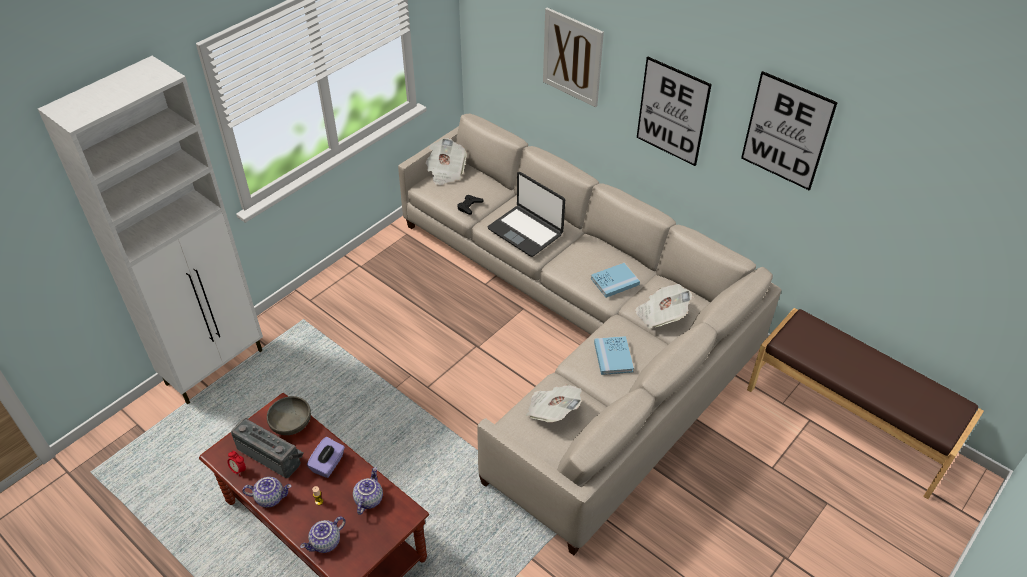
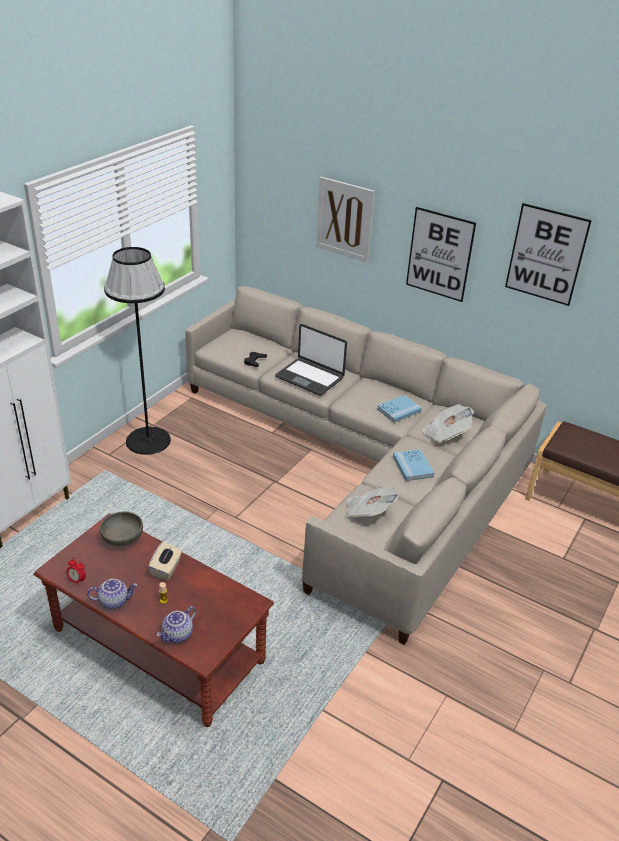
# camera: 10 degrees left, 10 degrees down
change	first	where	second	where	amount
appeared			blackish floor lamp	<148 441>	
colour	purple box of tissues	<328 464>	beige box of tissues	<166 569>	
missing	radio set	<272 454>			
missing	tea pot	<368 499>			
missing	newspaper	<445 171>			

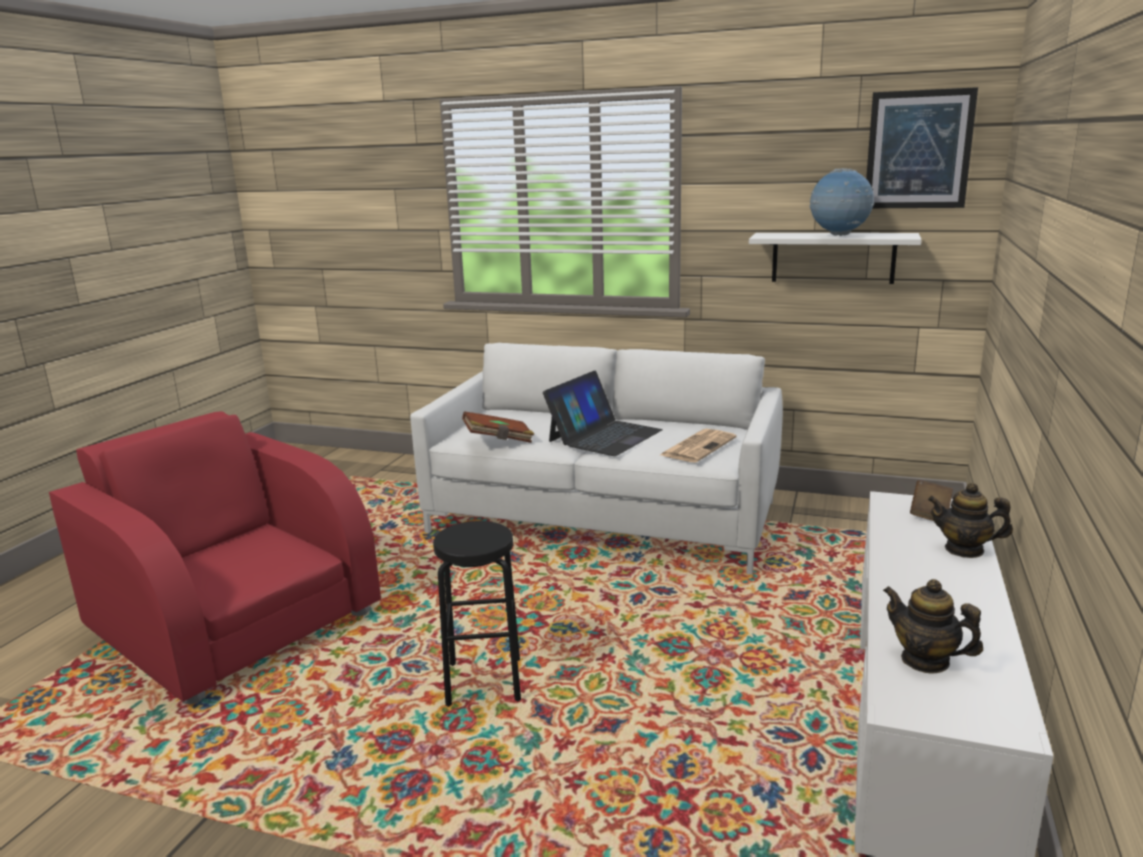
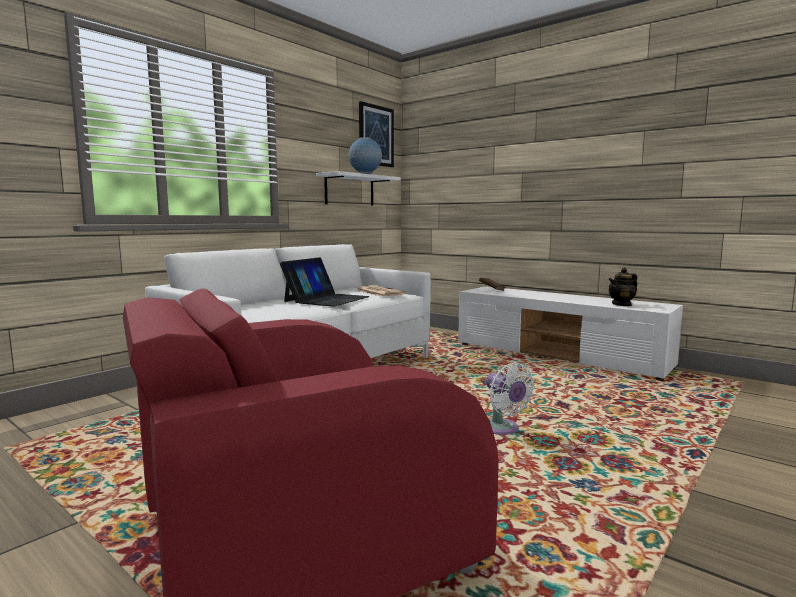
# camera: 70 degrees left, 10 degrees down
change	first	where	second	where	amount
spun	laptop	<604 435>		<326 299>	60 degrees clockwise
exchanged	blackish sitting stool	<484 683>	white-coloured cooling fan	<502 430>	
missing	brown book	<499 440>			
missing	tea pot	<964 549>			

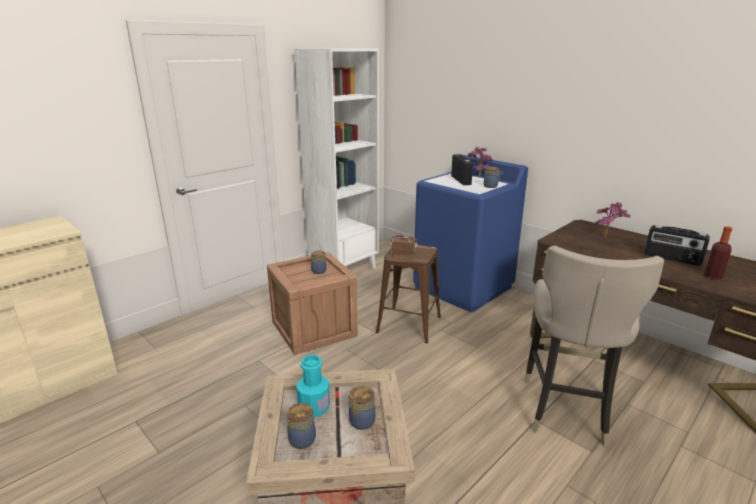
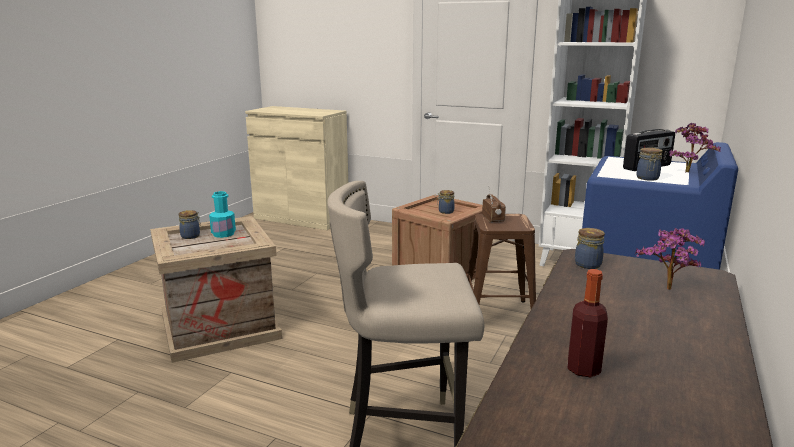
# camera: 70 degrees right, 5 degrees down
change	first	where	second	where	amount
relocated	storage jar	<361 421>		<588 264>	
missing	radio set	<672 259>			

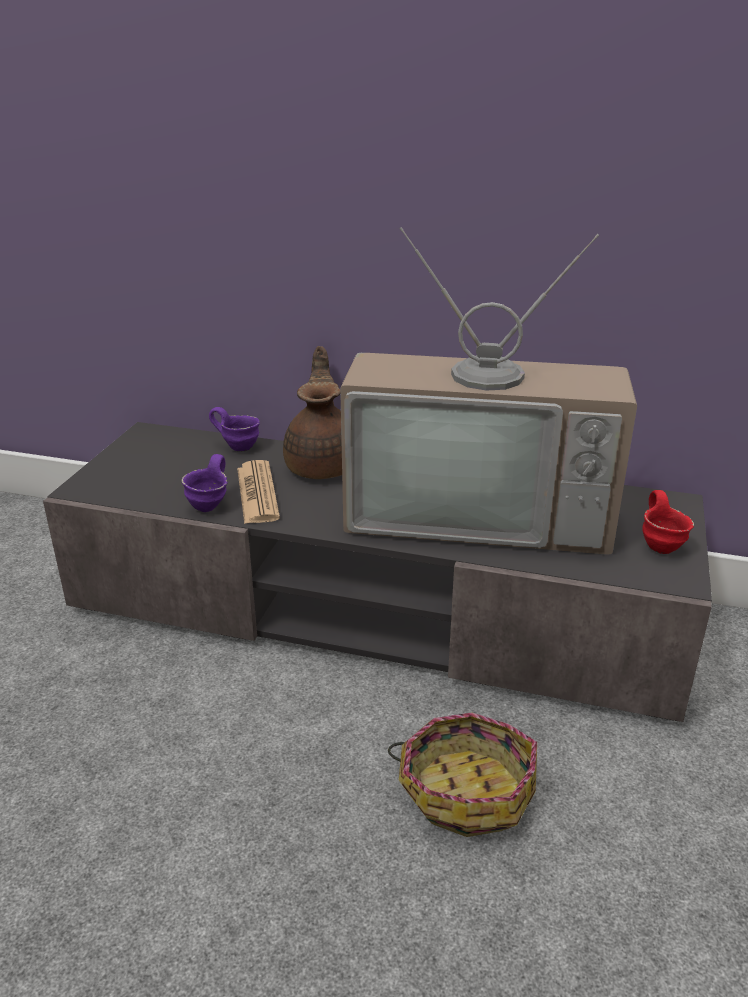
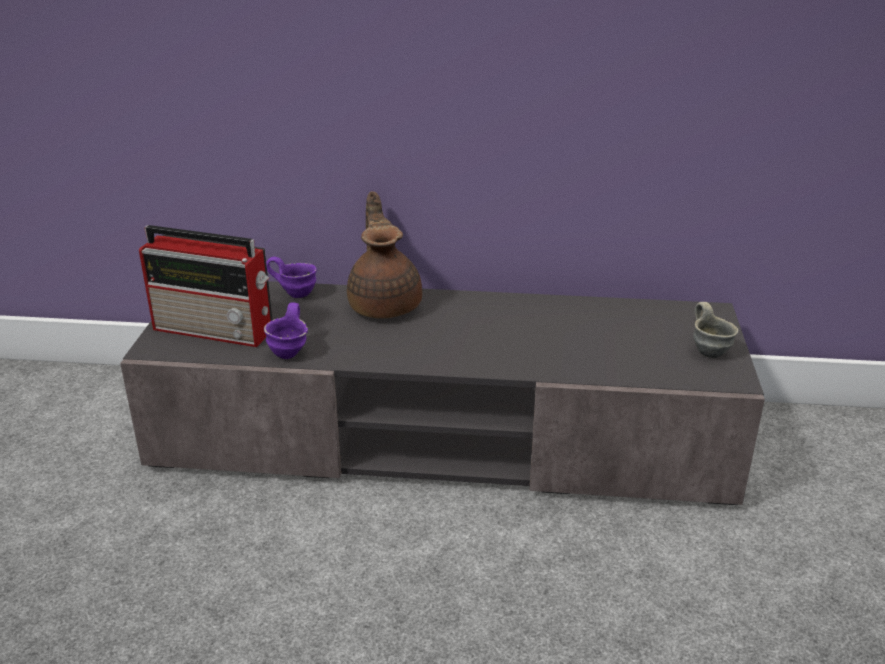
# camera: 10 degrees left, 0 degrees up
change	first	where	second	where	amount
appeared			radio set	<216 329>	
colour	reddish tea mug	<662 545>	gray tea mug	<710 351>	
missing	newspaper	<257 493>			
missing	television	<480 511>			
missing	basket	<465 789>			

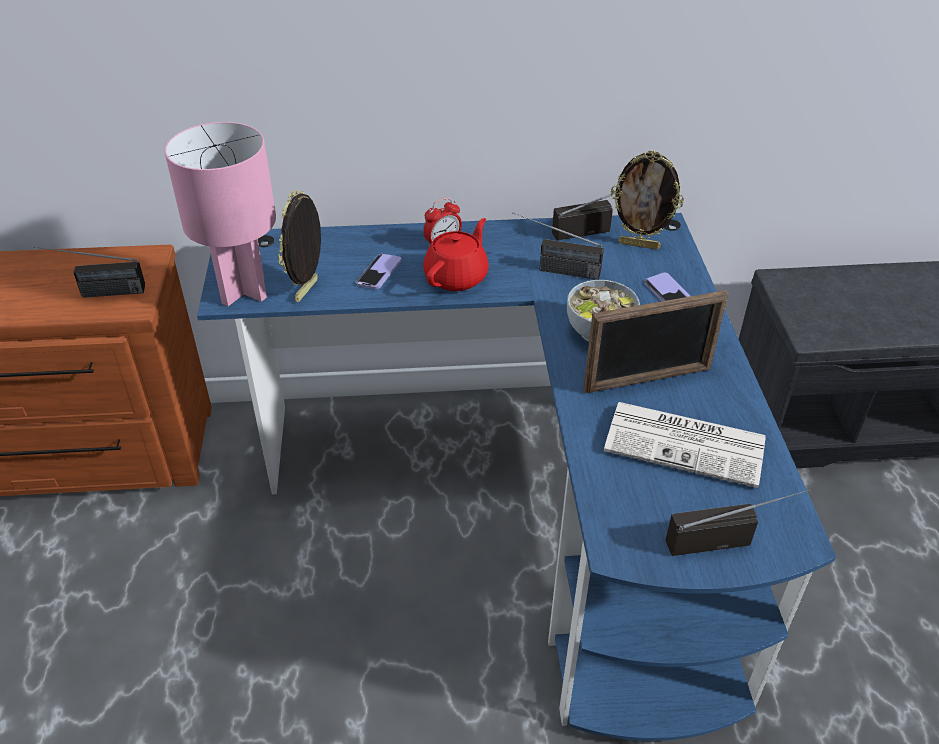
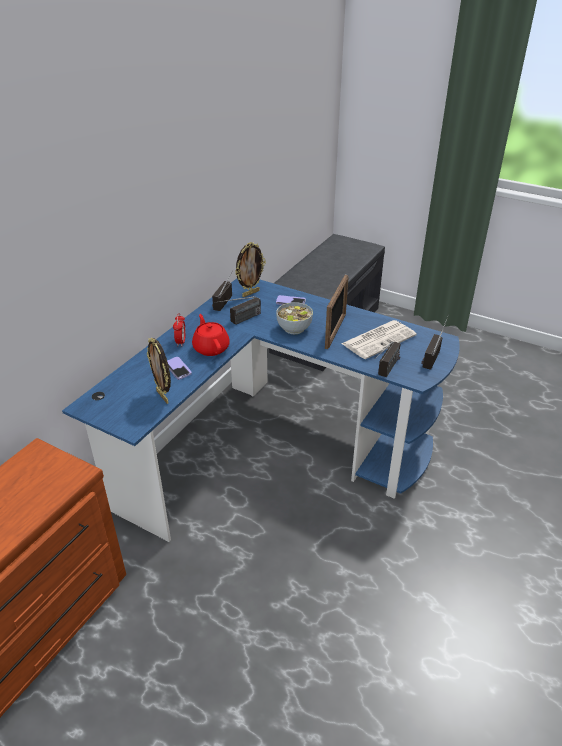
# camera: 55 degrees left, 5 degrees down
change	first	where	second	where	amount
relocated	radio set	<96 293>		<386 372>	
missing	pink table lamp	<243 290>			

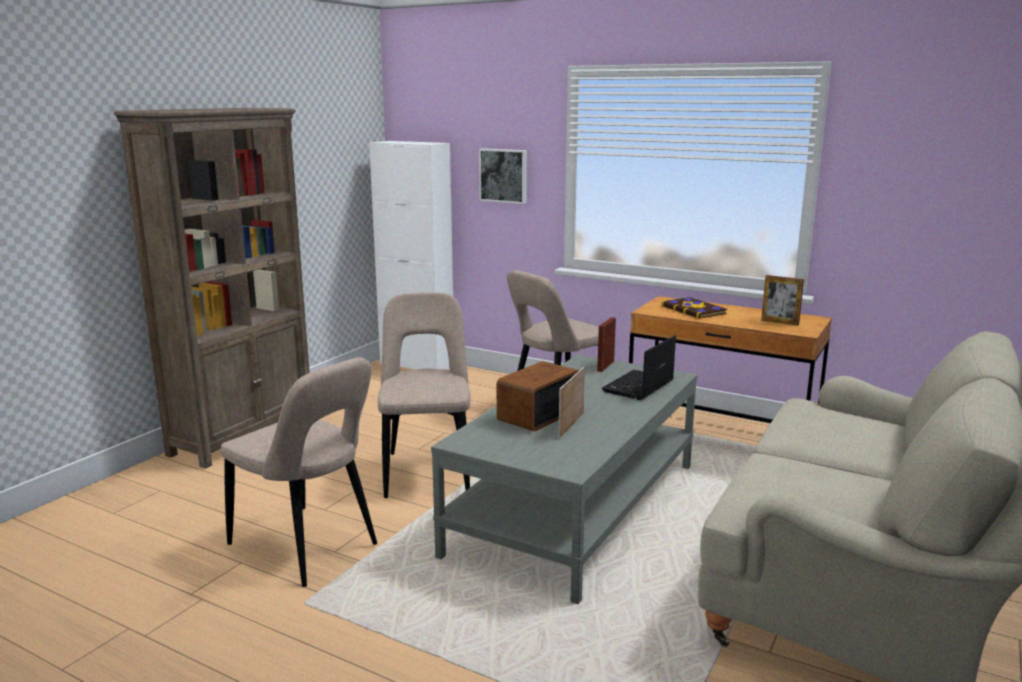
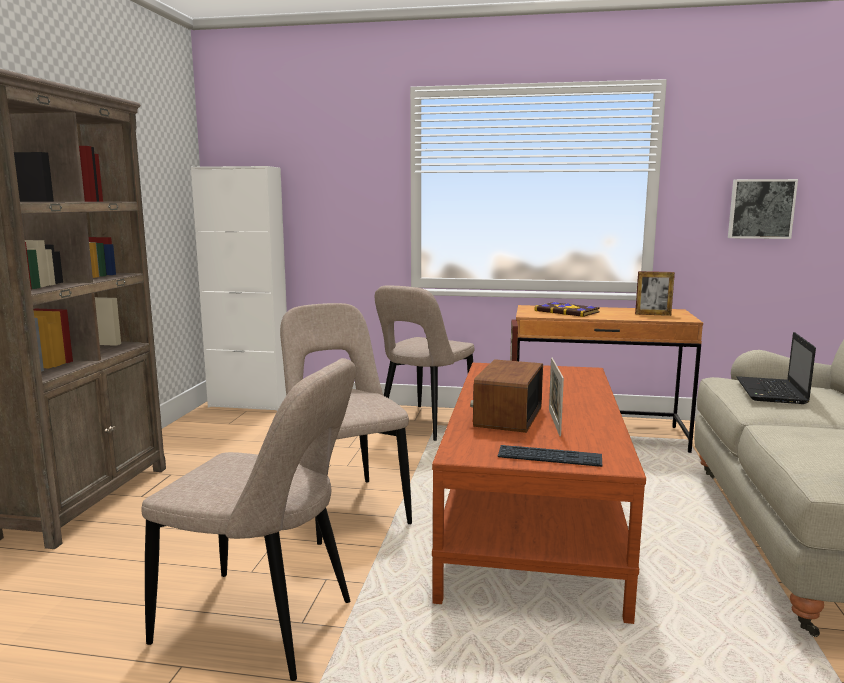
# camera: 20 degrees left, 5 degrees down
change	first	where	second	where	amount
colour	gray lounge table	<576 508>	brown lounge table	<532 519>	
appeared			PC keyboard	<549 458>	
relocated	wall art	<504 175>		<761 209>	
relocated	laptop	<638 387>		<772 392>	

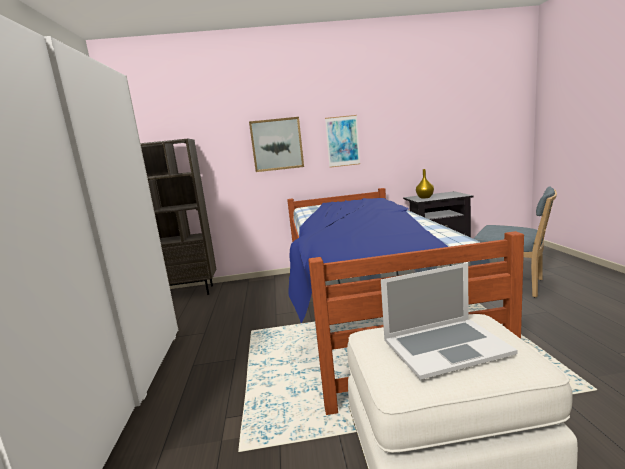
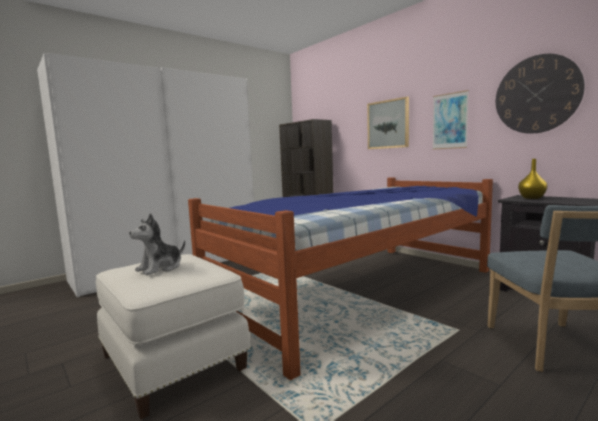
# camera: 55 degrees right, 5 degrees down
change	first	where	second	where	amount
exchanged	laptop	<445 346>	plush toy	<160 268>	
appeared			clock on the wall	<536 94>	

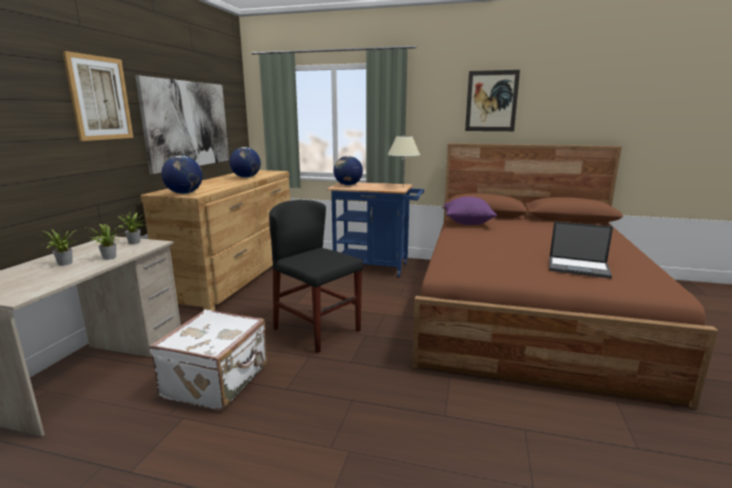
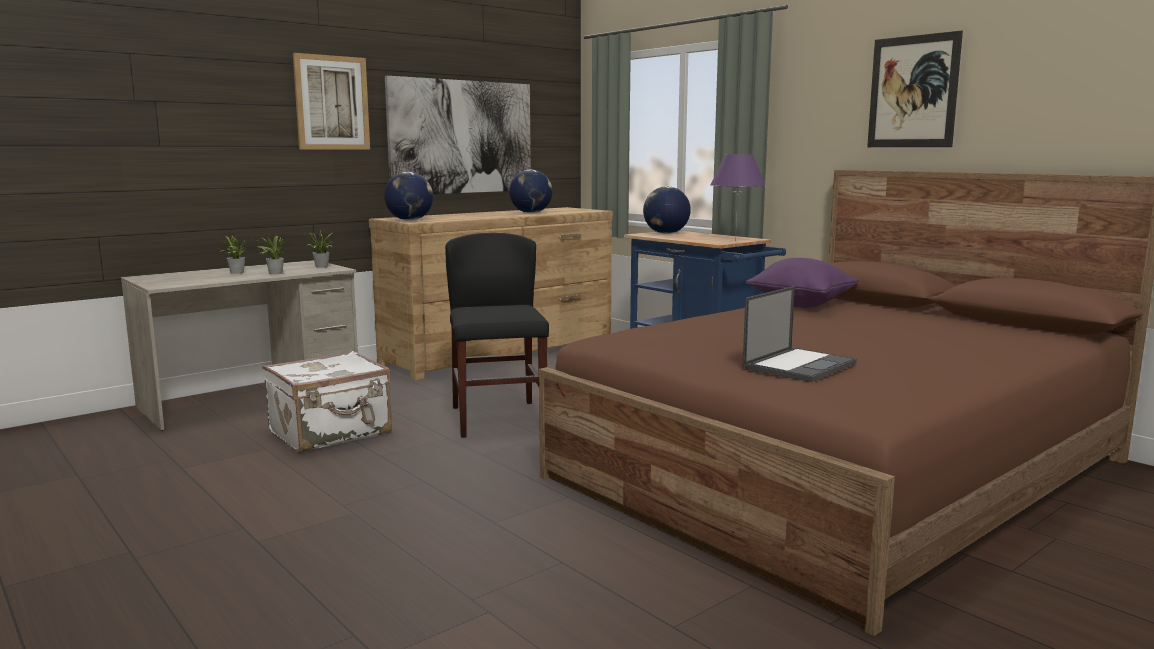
# camera: 35 degrees right, 5 degrees down
change	first	where	second	where	amount
colour	beige table lamp	<402 187>	purple table lamp	<735 241>	
spun	laptop	<579 267>		<799 365>	105 degrees counterclockwise

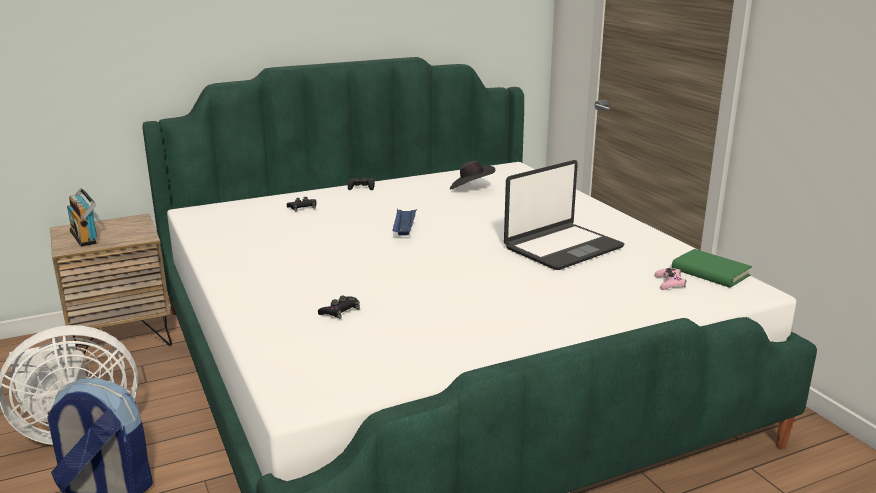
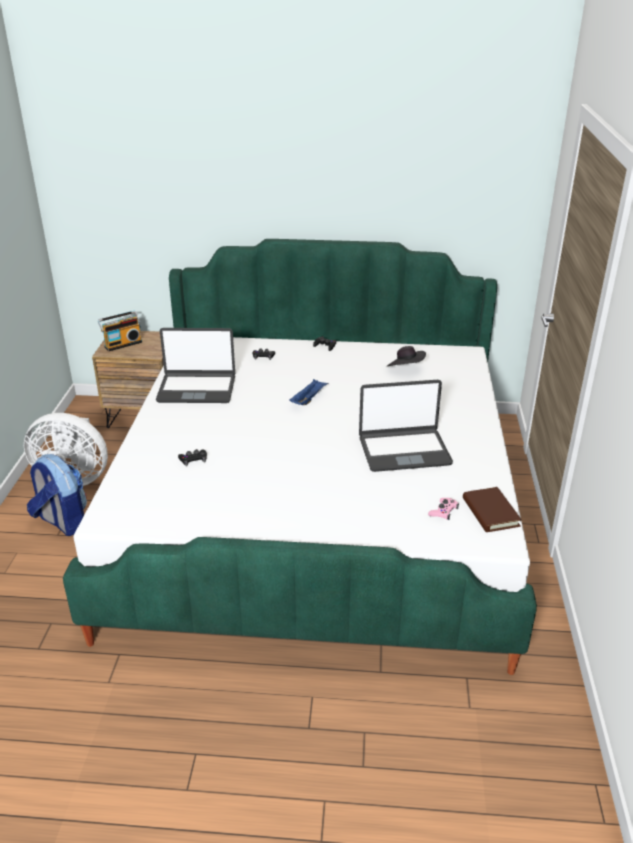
# camera: 30 degrees right, 10 degrees up
change	first	where	second	where	amount
spun	radio set	<86 236>		<122 344>	120 degrees counterclockwise
appeared			laptop	<197 389>	
colour	green-coloured book	<710 272>	brown book	<490 512>	

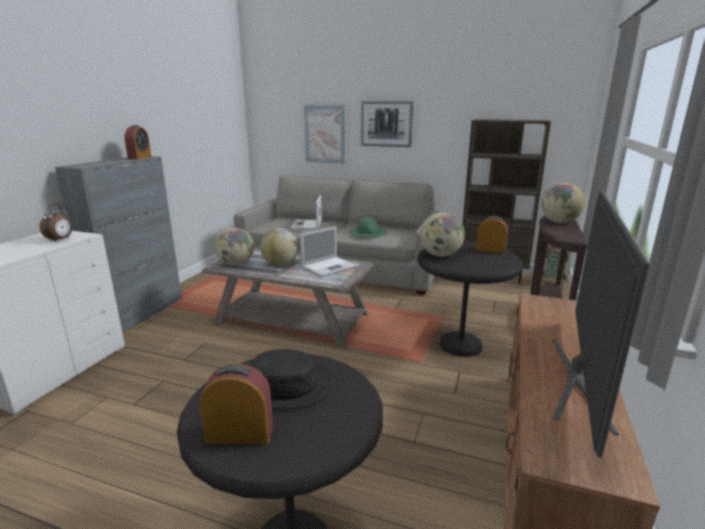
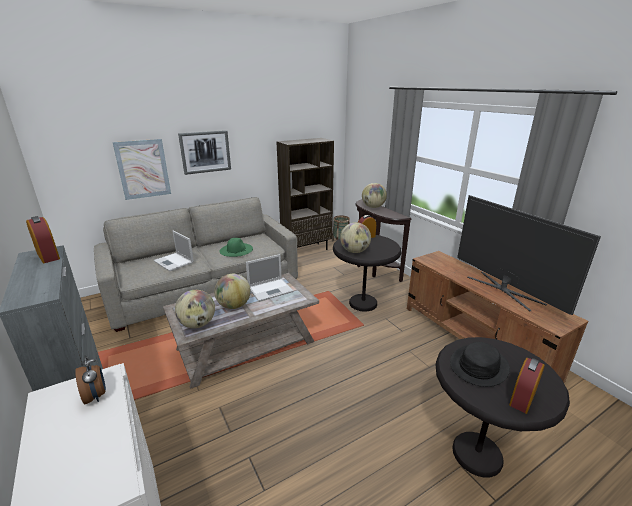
# camera: 50 degrees left, 5 degrees up
change	first	where	second	where	amount
spun	laptop	<329 266>		<271 289>	60 degrees clockwise

